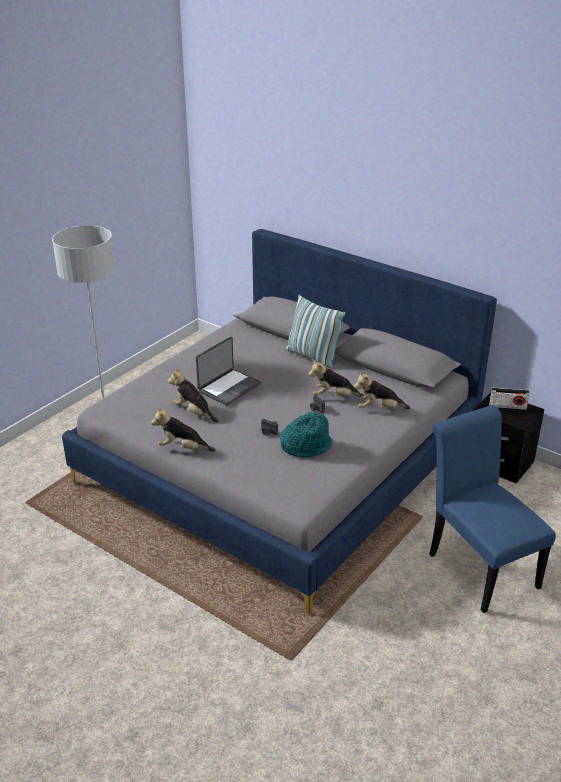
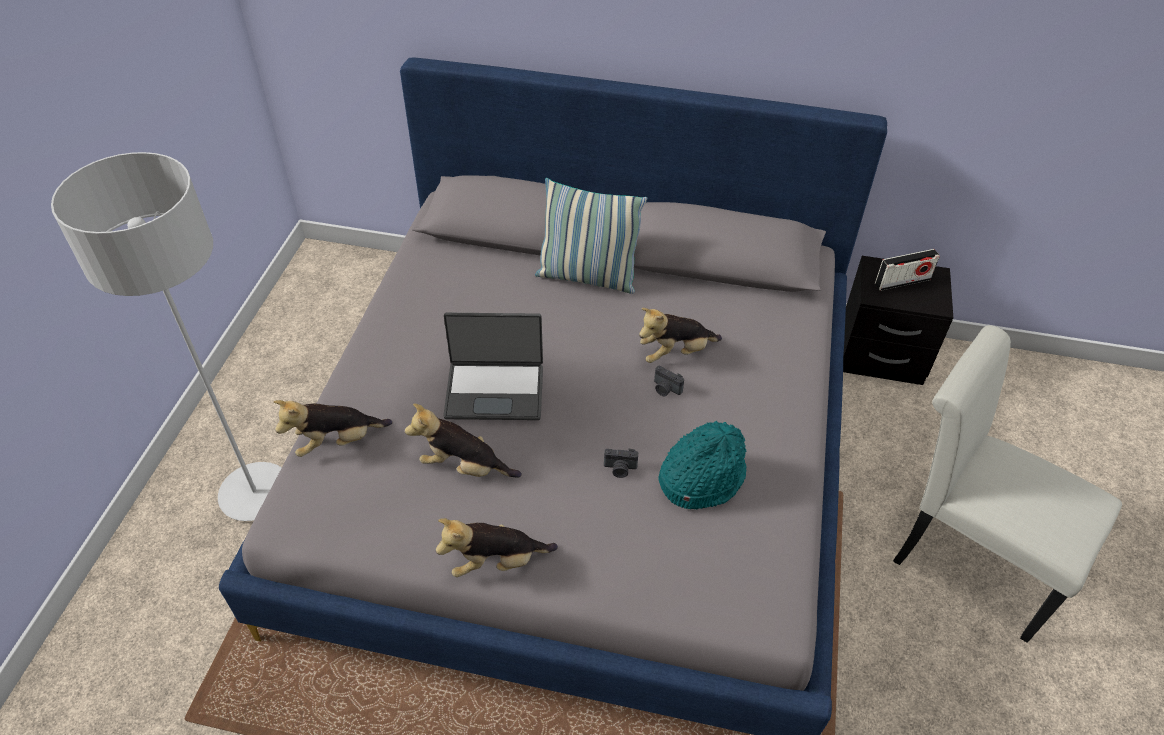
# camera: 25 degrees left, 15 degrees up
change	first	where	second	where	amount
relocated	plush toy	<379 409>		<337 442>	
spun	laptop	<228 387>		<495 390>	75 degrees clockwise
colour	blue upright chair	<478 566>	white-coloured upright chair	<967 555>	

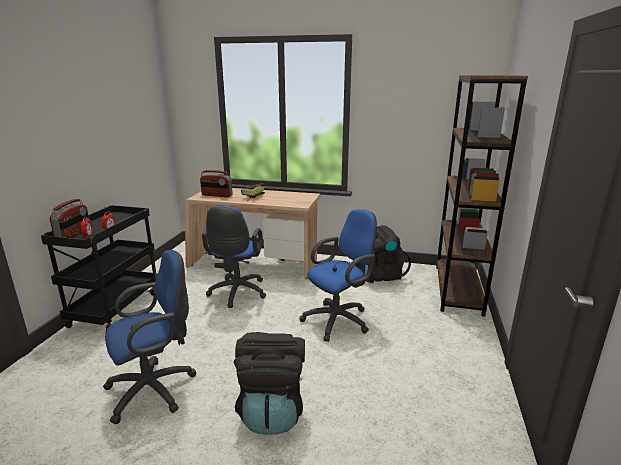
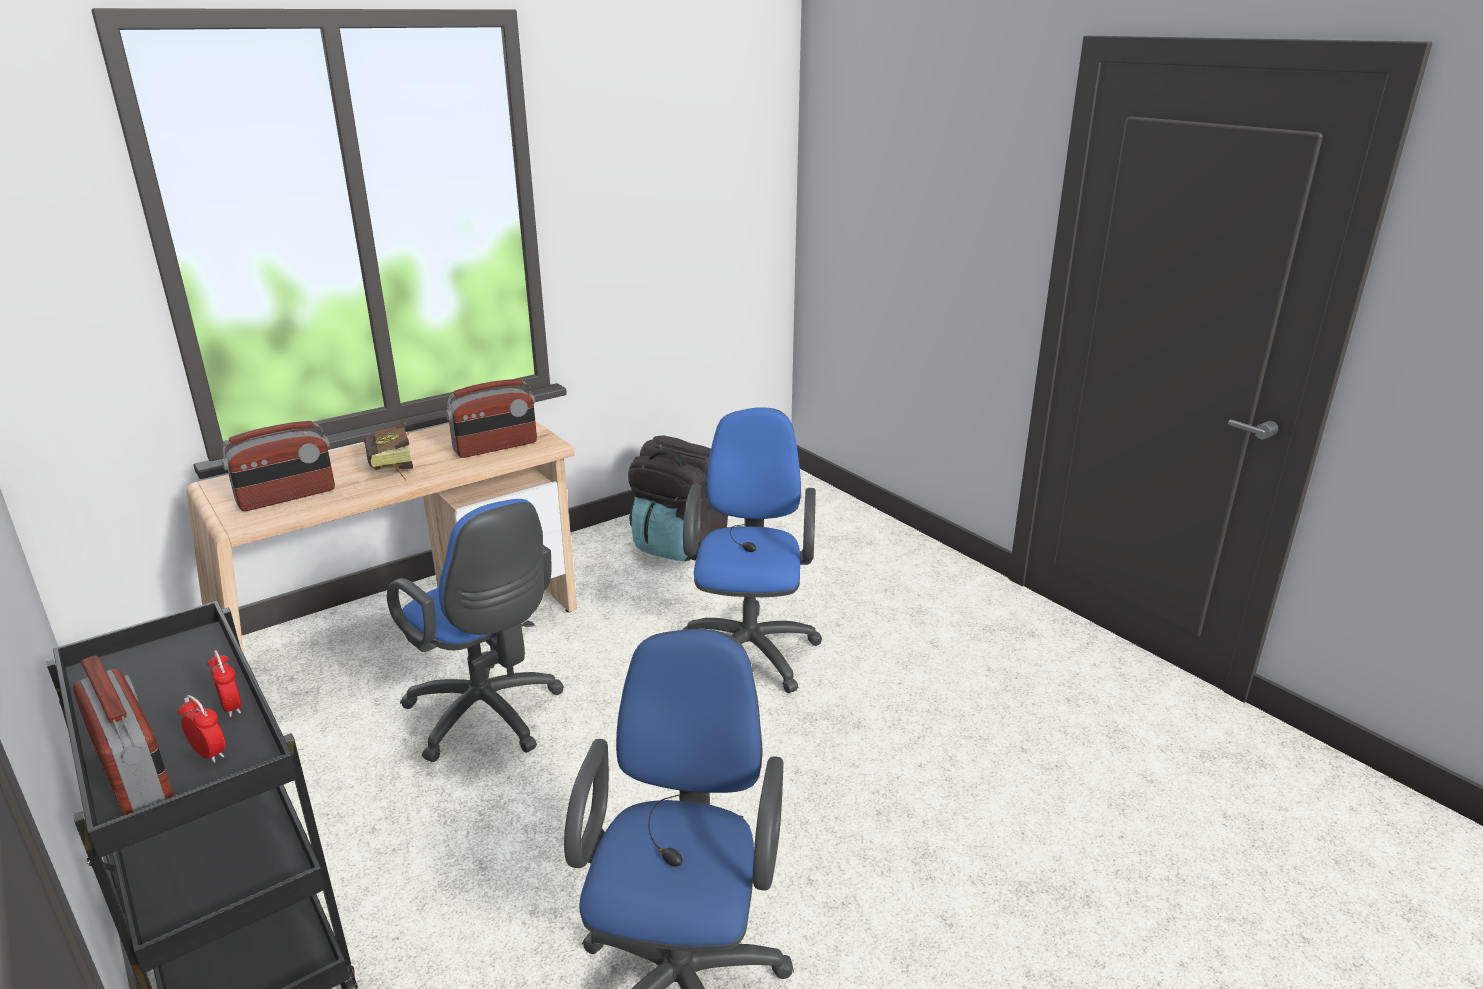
# camera: 50 degrees left, 5 degrees up
change	first	where	second	where	amount
appeared			radio set	<496 447>	
missing	blackish backpack	<272 410>			
missing	brown bookcase	<458 289>			

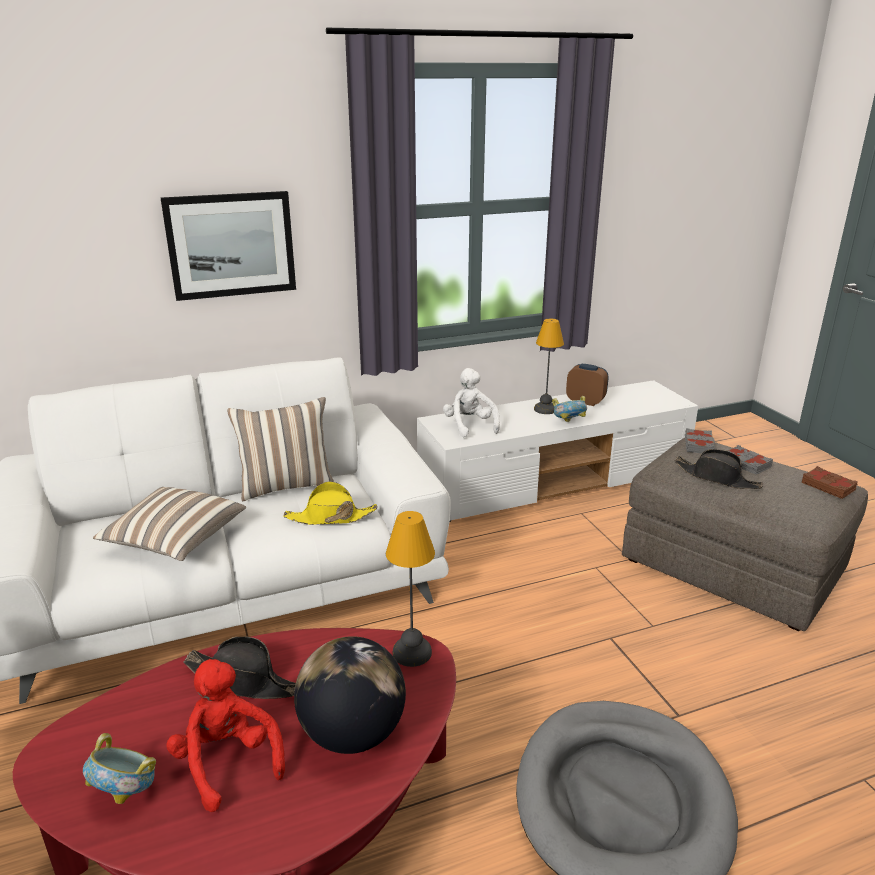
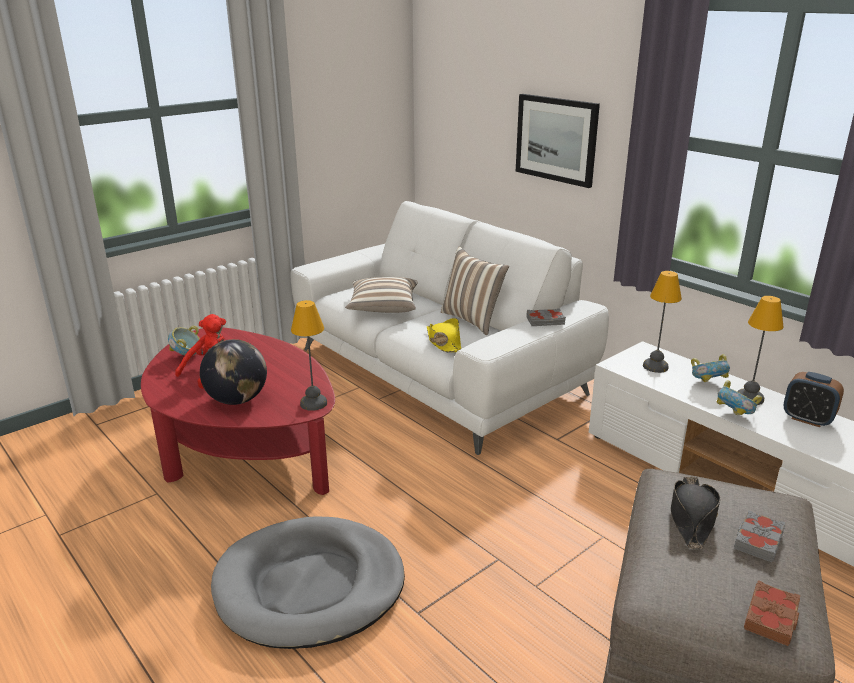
# camera: 70 degrees right, 0 degrees up
change	first	where	second	where	amount
relocated	gray book	<699 445>		<545 321>	
exchanged	white-coloured plush toy	<470 426>	table lamp	<656 366>	
appeared			deep dish	<707 383>	
spun	alarm clock	<585 401>		<807 419>	120 degrees clockwise
missing	blackish hat	<242 680>			

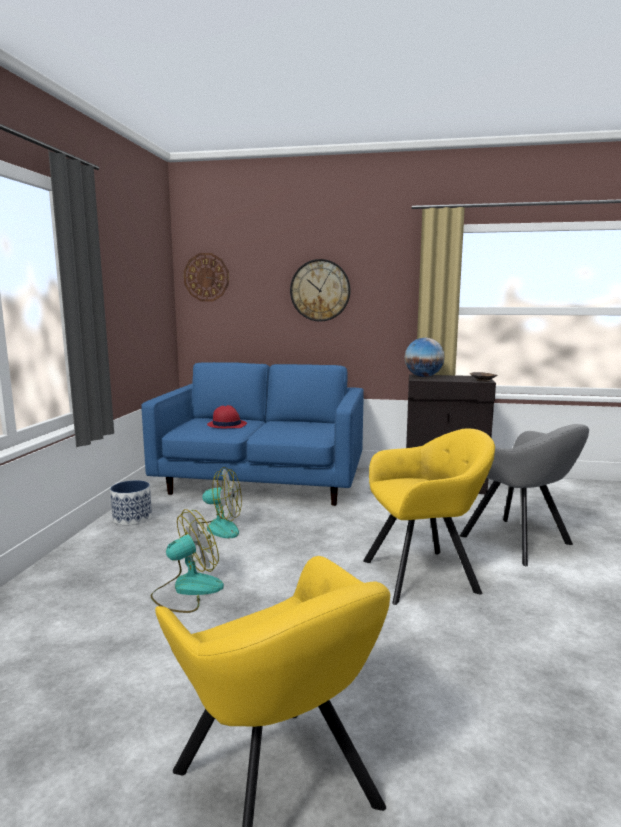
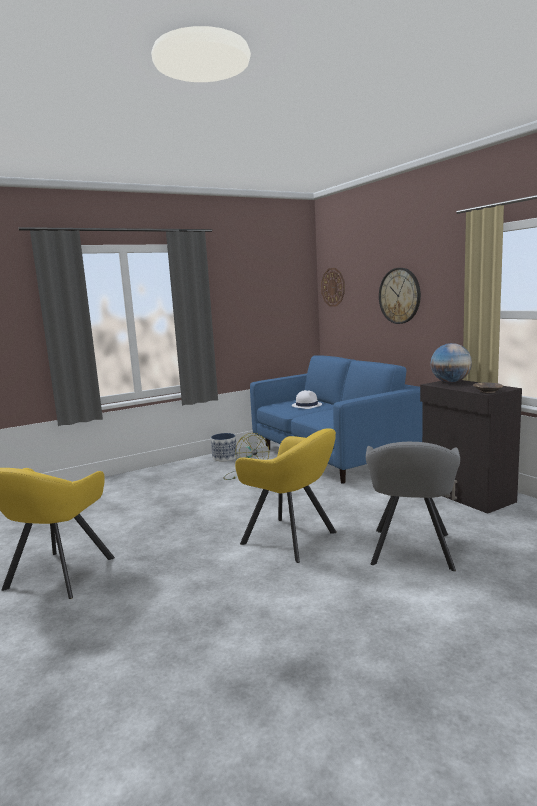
# camera: 50 degrees right, 0 degrees up
change	first	where	second	where	amount
colour	reddish hat	<226 425>	white-coloured hat	<306 405>	
missing	cooling fan	<187 590>			

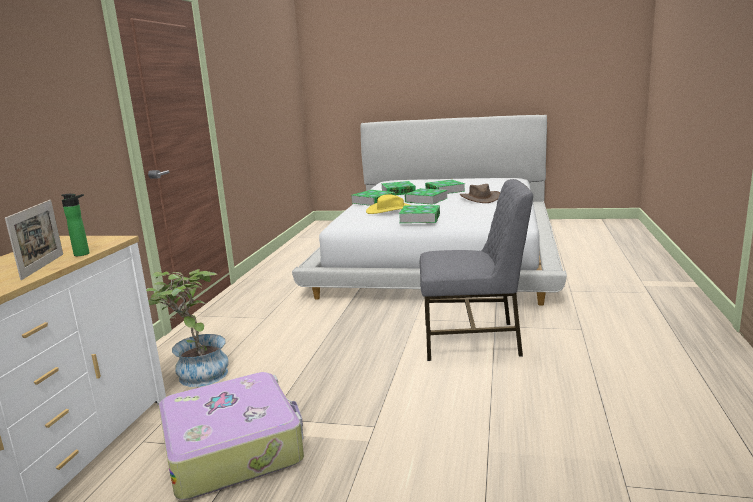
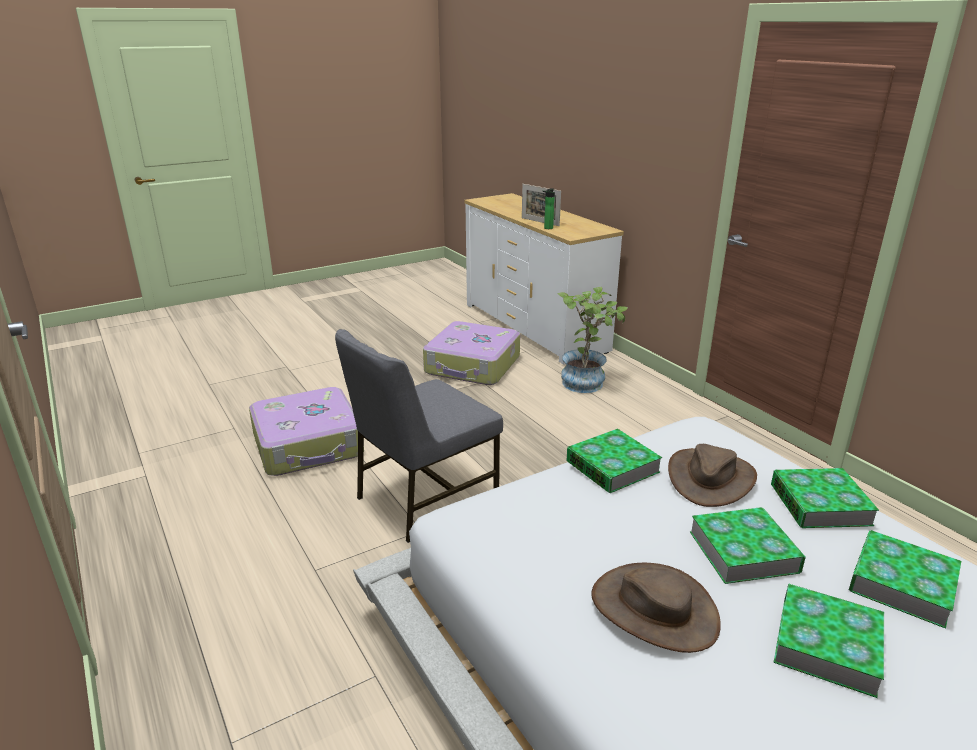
# camera: 135 degrees right, 10 degrees up
change	first	where	second	where	amount
appeared			piece of luggage	<309 445>	
colour	yellow hat	<390 210>	brown hat	<710 478>	

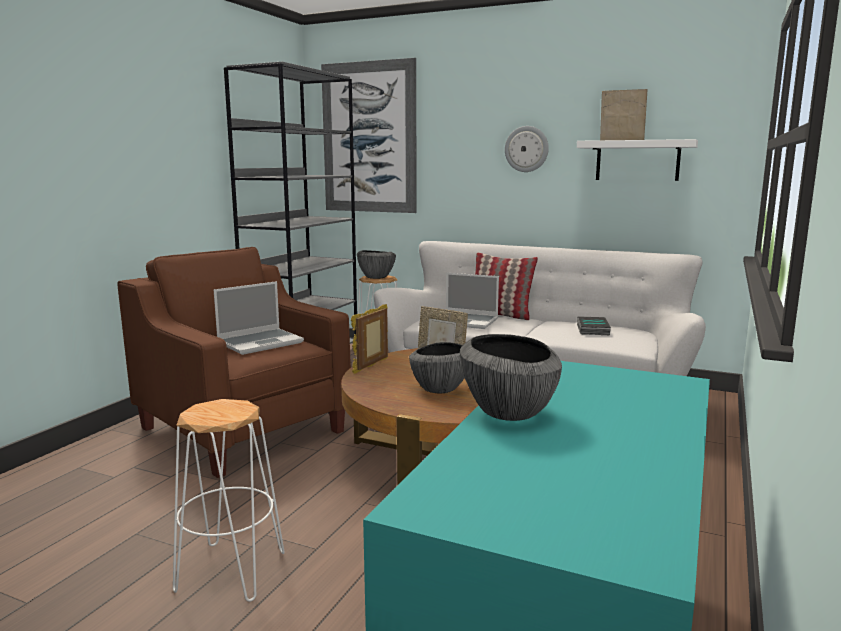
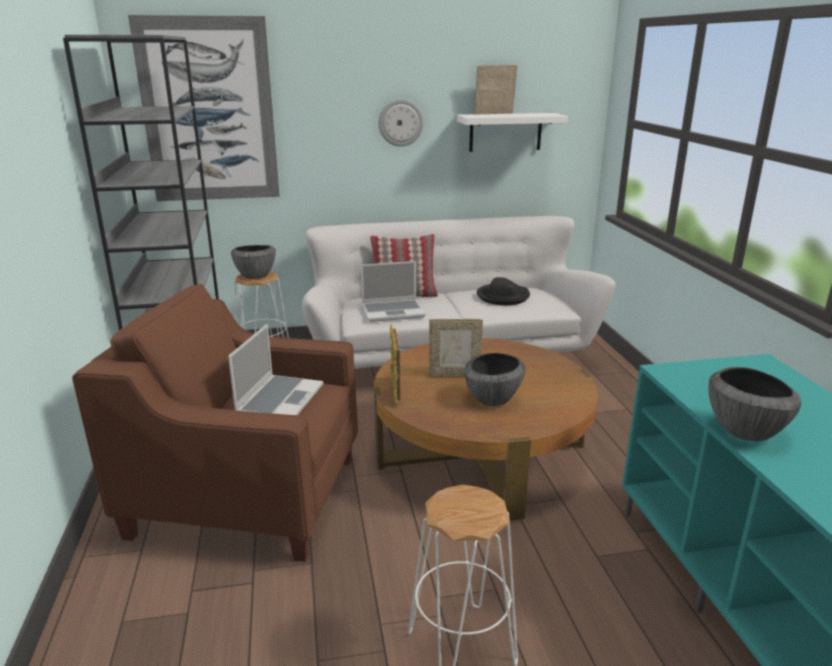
# camera: 35 degrees left, 10 degrees up
change	first	where	second	where	amount
exchanged	book	<591 329>	blackish hat	<503 297>	

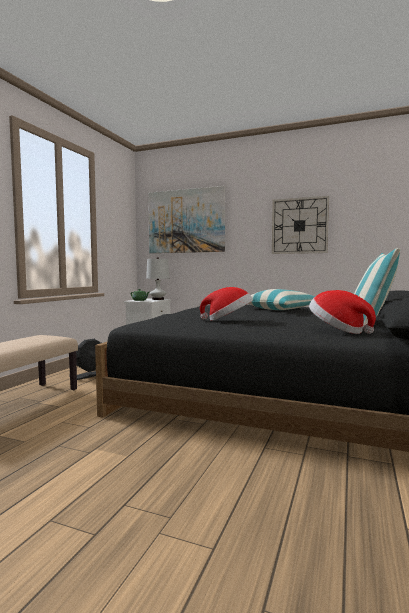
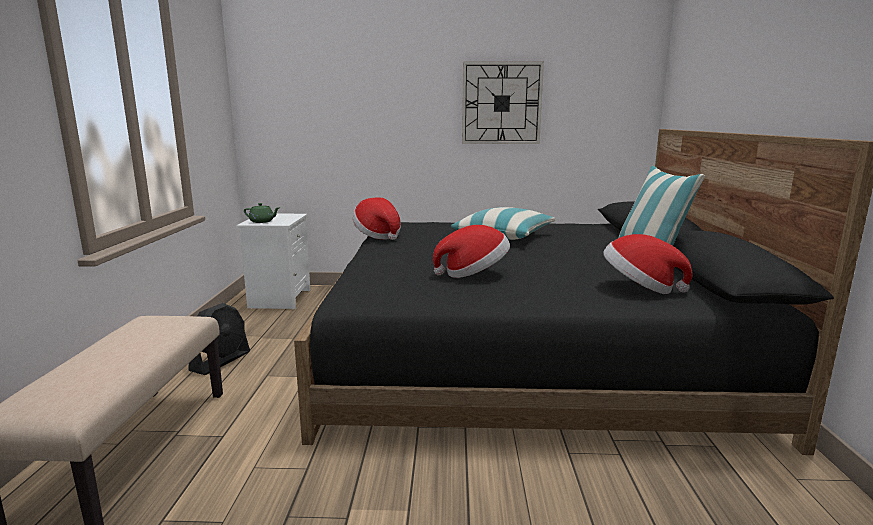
# camera: 20 degrees left, 10 degrees up
change	first	where	second	where	amount
appeared			hat	<378 235>	
missing	white-coloured table lamp	<158 299>			
missing	wall art	<186 221>			

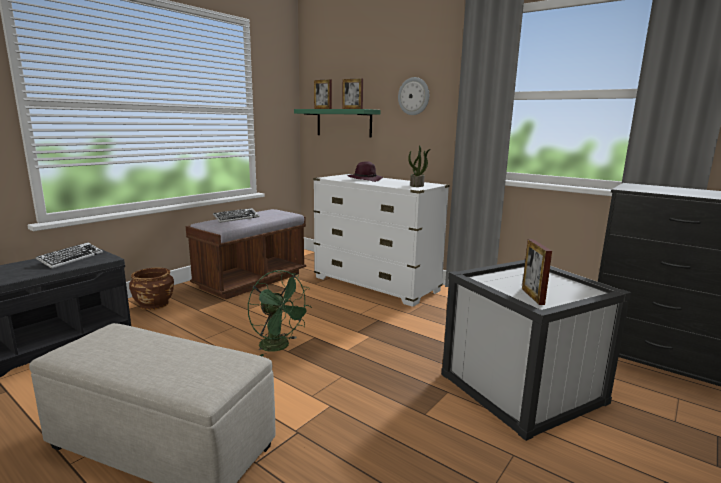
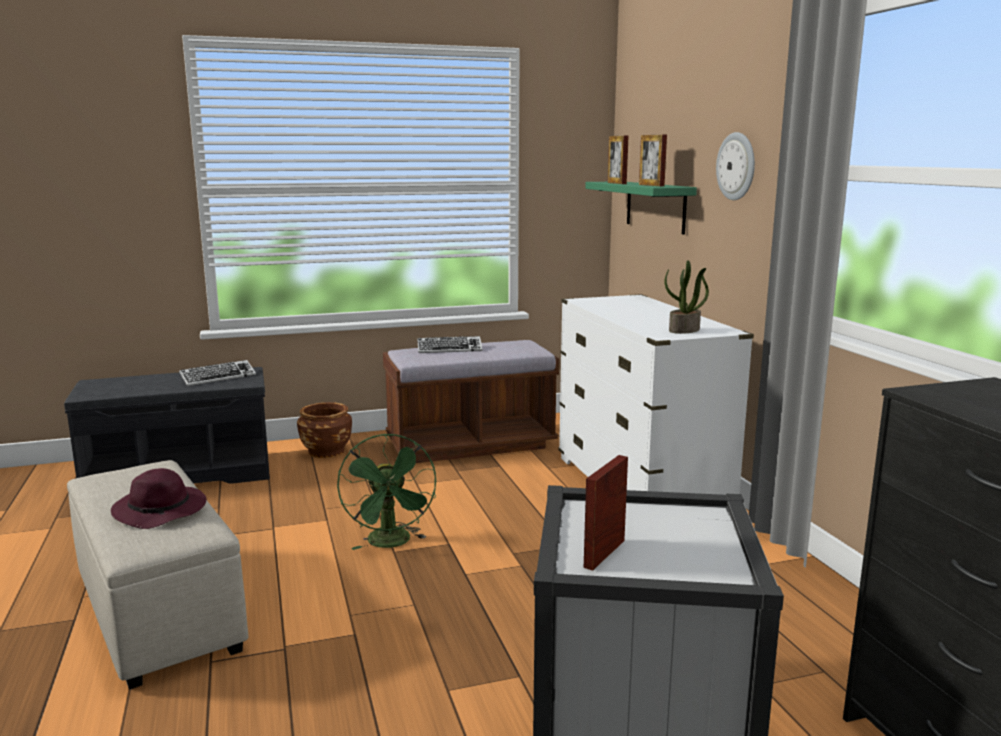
# camera: 35 degrees right, 0 degrees up
change	first	where	second	where	amount
relocated	purple hat	<365 179>		<161 511>	

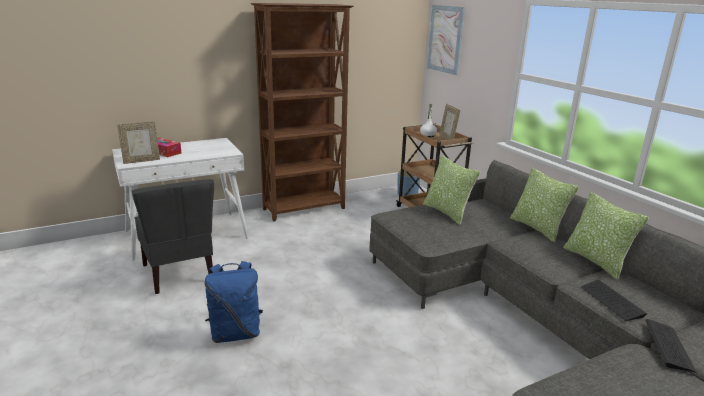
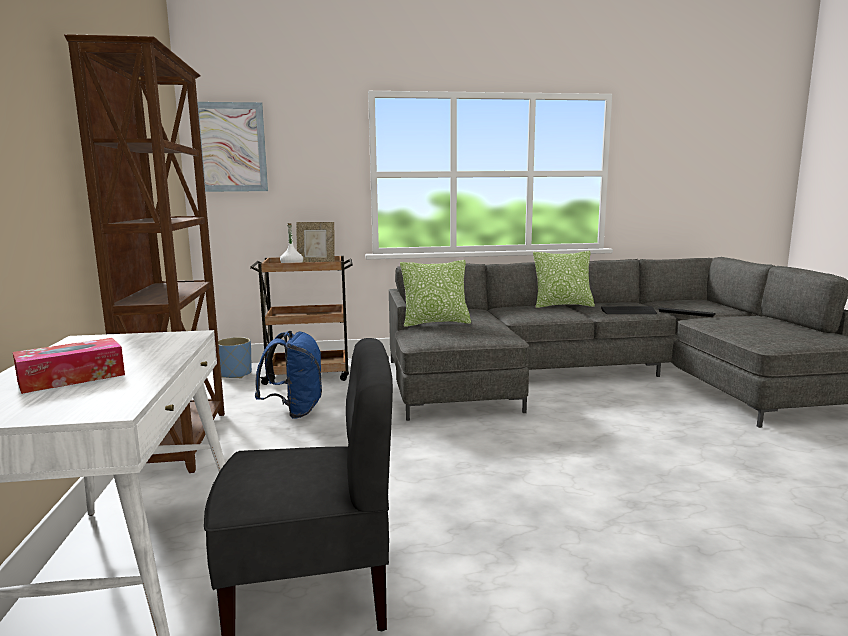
# camera: 70 degrees left, 10 degrees down
change	first	where	second	where	amount
relocated	blue backpack	<235 333>		<295 411>	
missing	picture frame	<141 161>			
missing	cushion	<537 228>			

